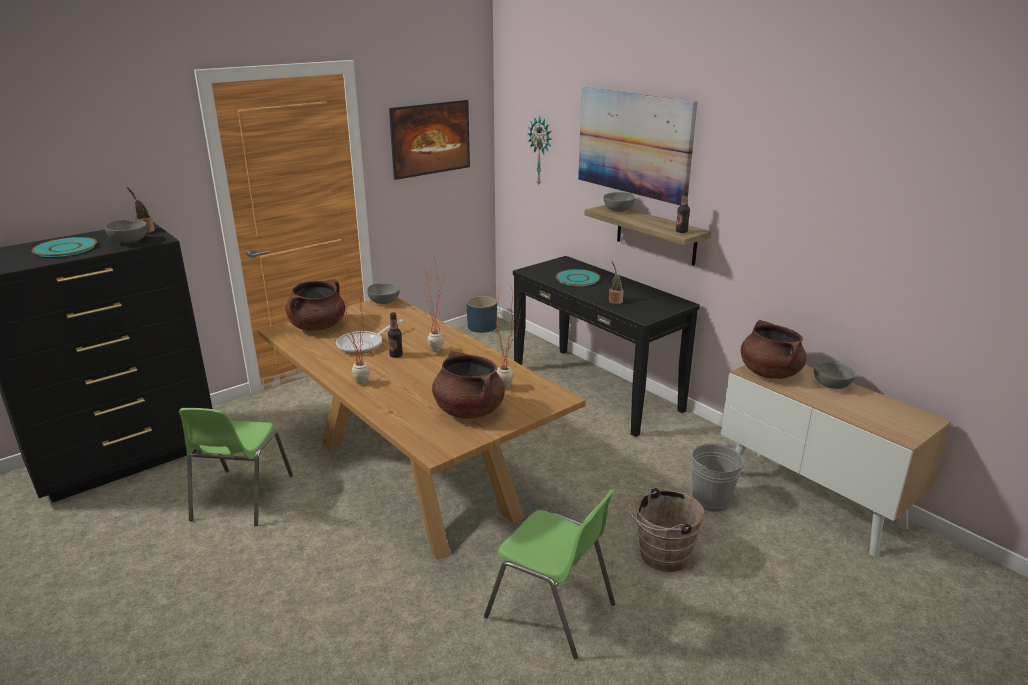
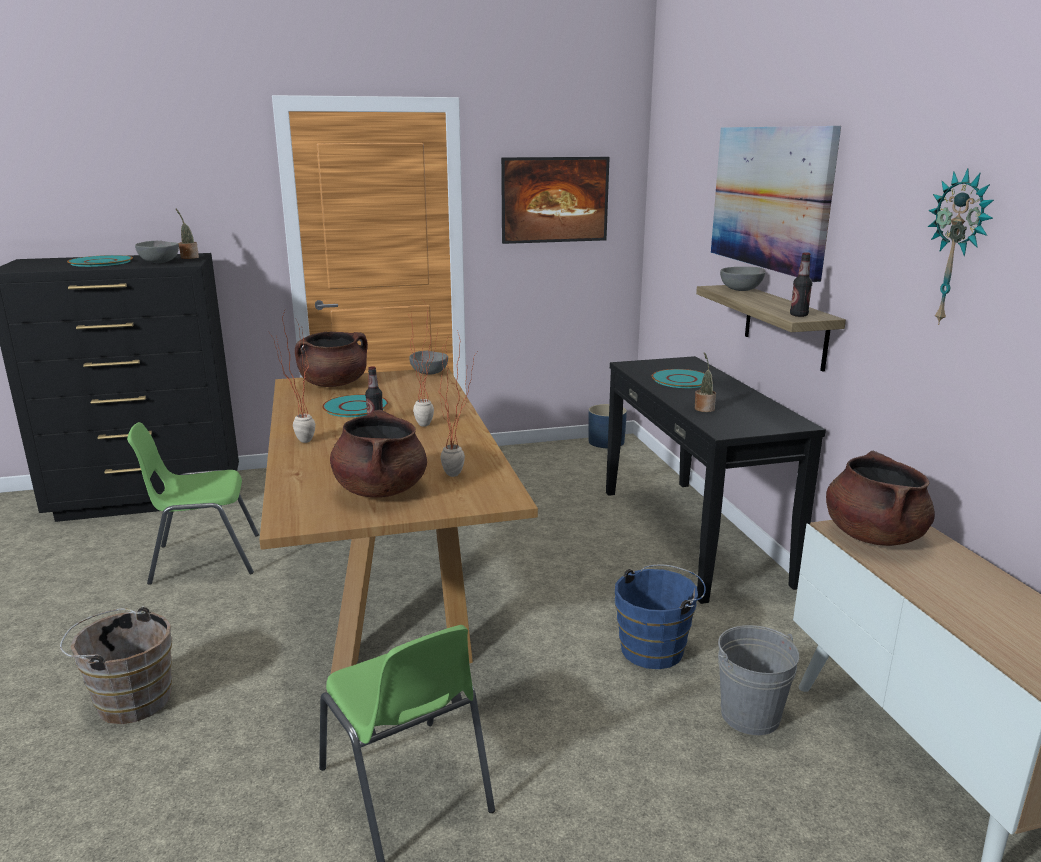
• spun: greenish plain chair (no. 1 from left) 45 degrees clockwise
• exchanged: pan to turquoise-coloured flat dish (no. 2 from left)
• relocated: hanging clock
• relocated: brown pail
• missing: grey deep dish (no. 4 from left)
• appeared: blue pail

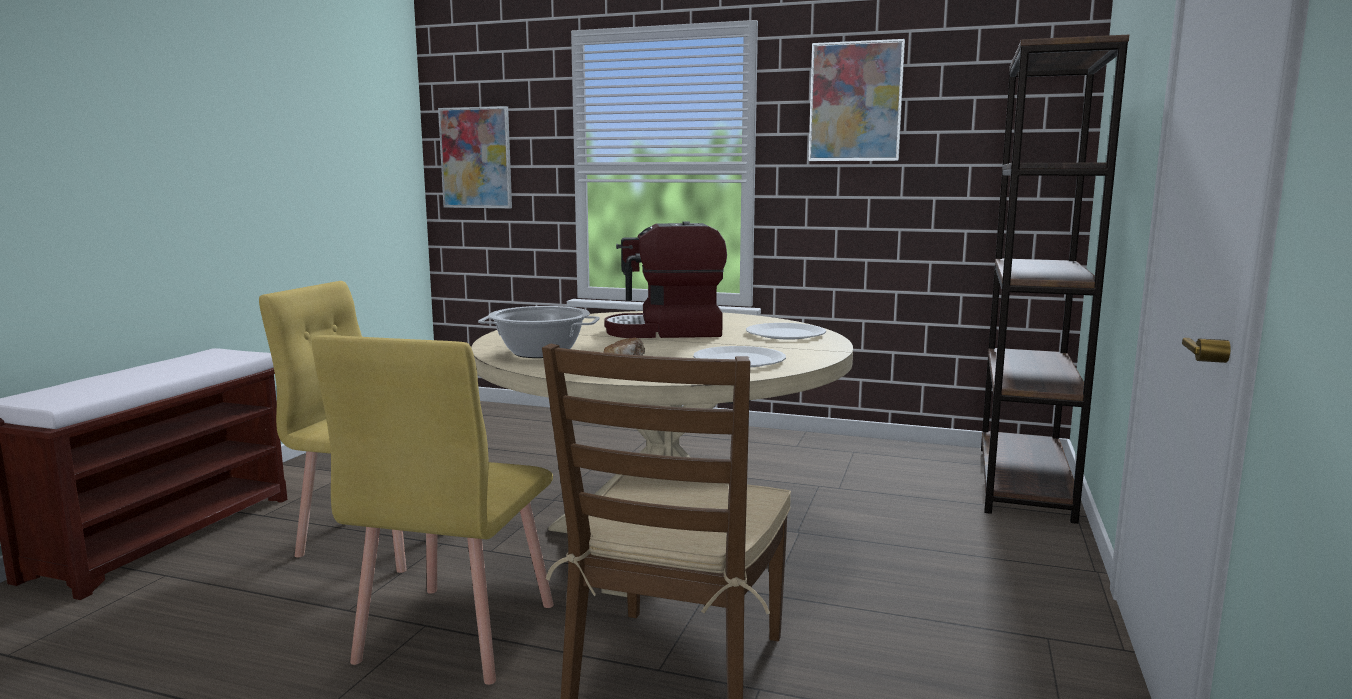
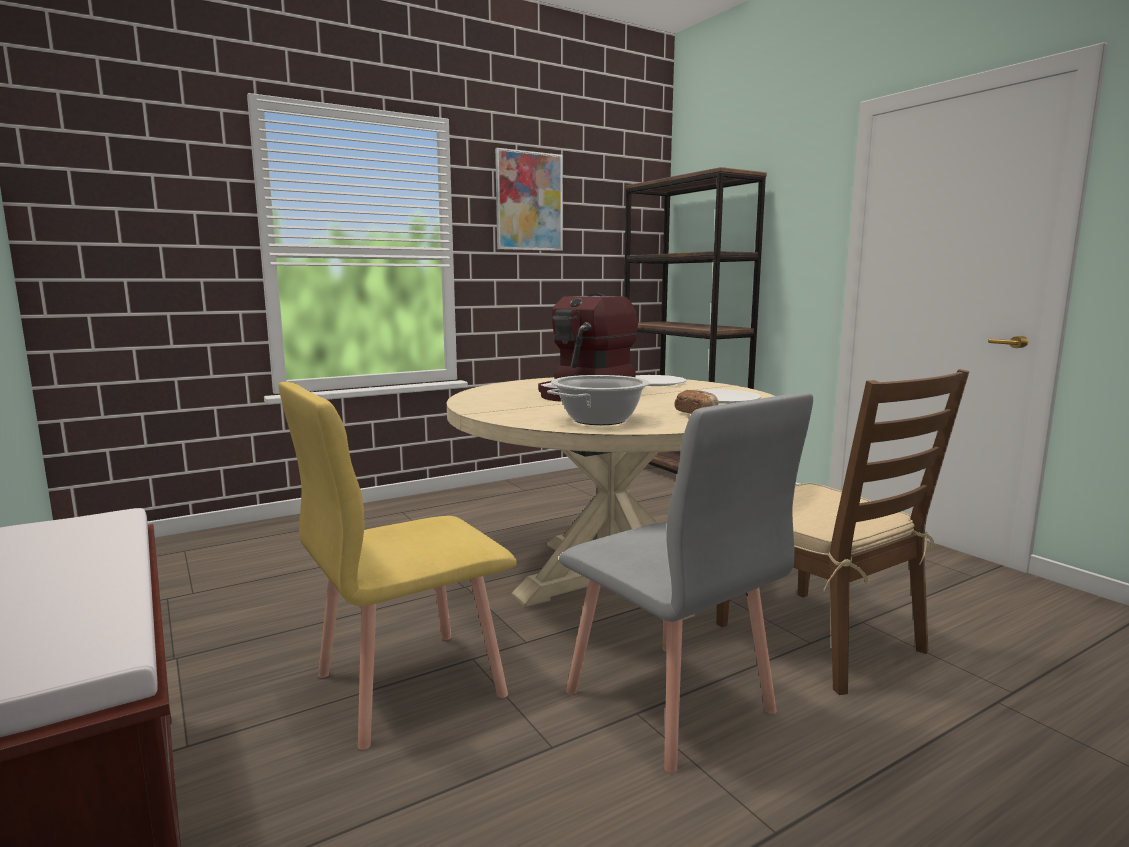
• colour: yellow-coloured plain chair (no. 2 from left) to grey plain chair
• missing: picture (no. 1 from left)

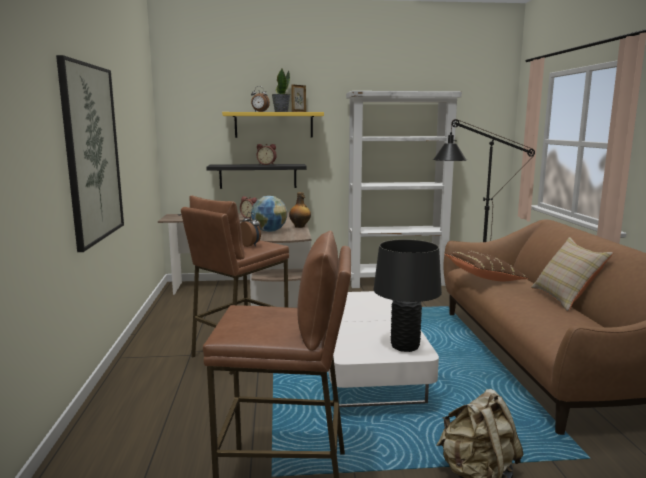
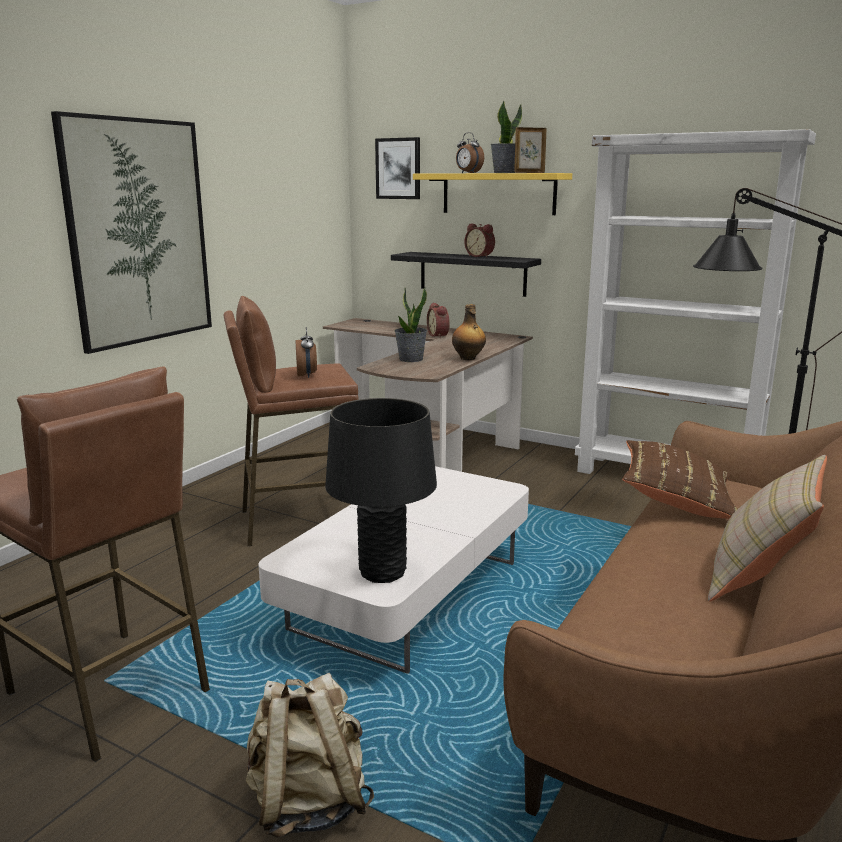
• exchanged: globe to potted plant (no. 1 from left)
• appeared: picture (no. 2 from left)

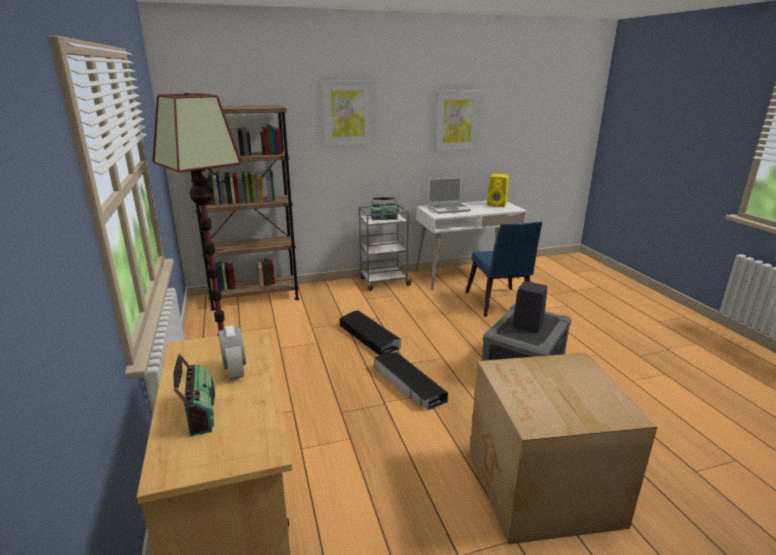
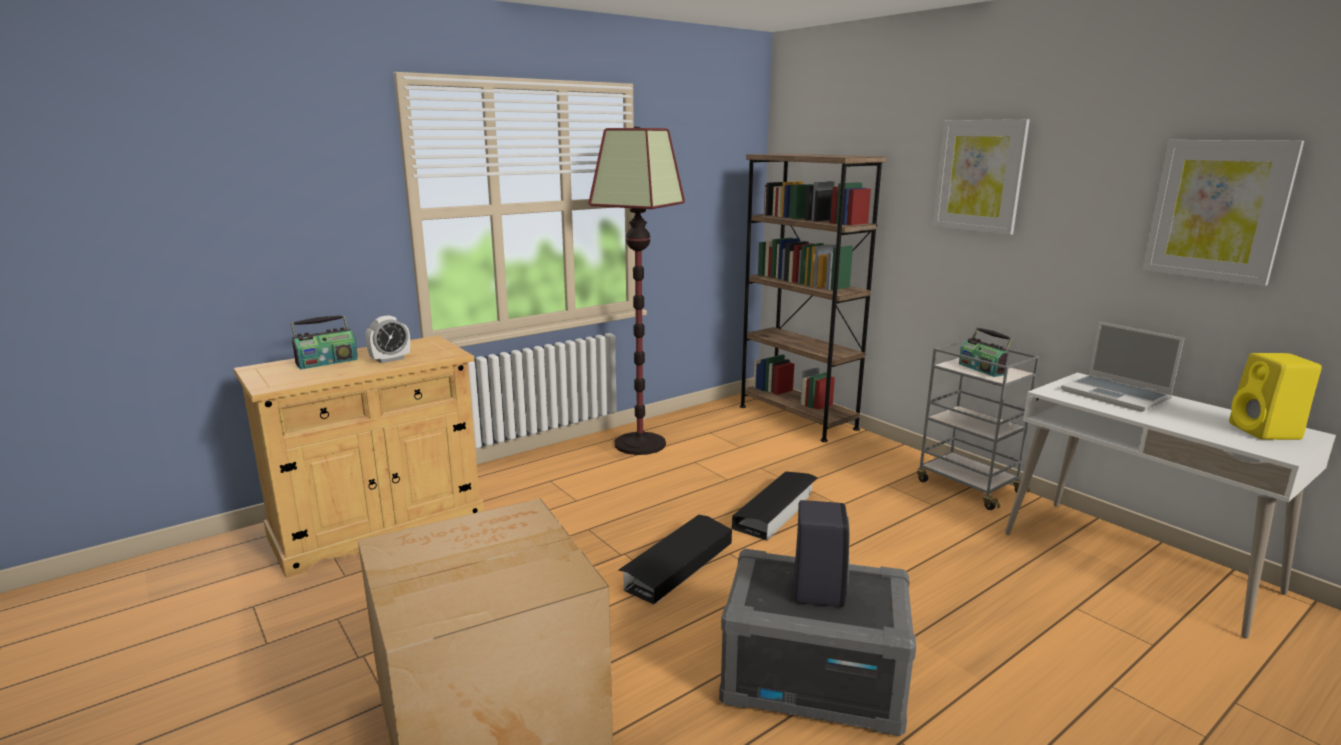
• missing: blue plain chair

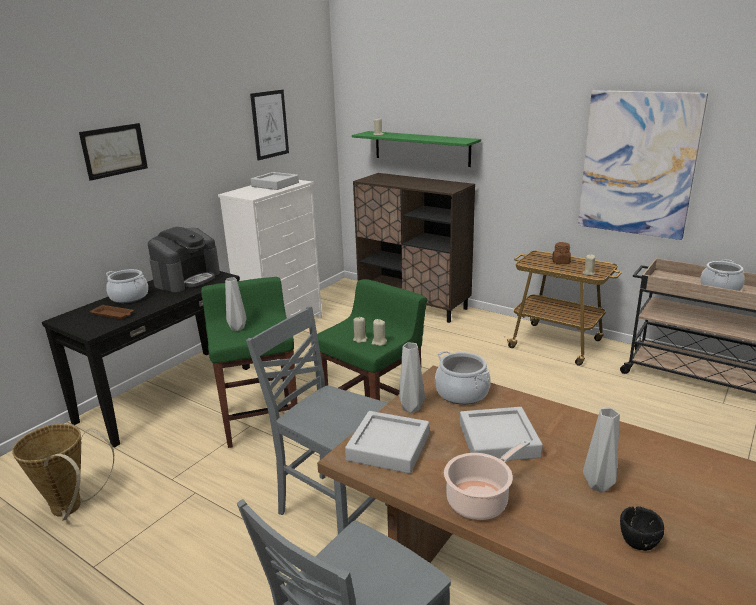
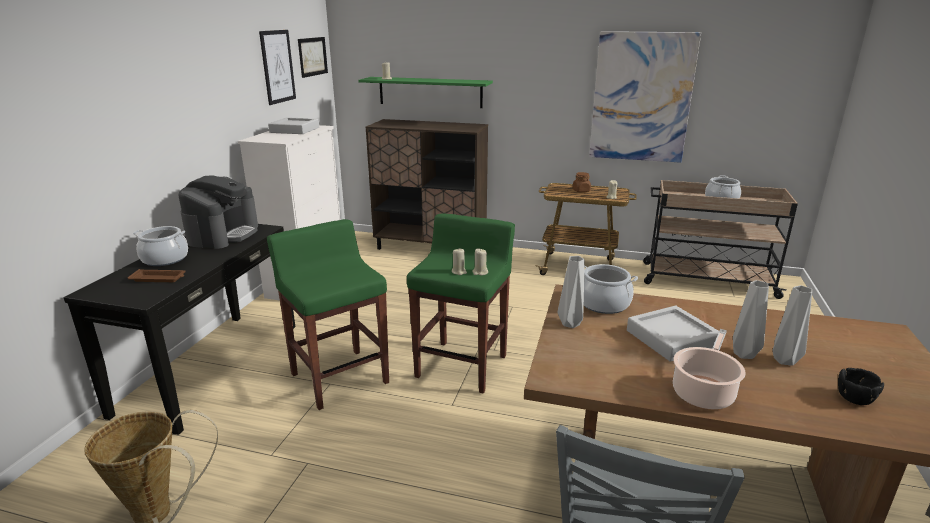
• relocated: picture (no. 1 from left in the first image) to picture (no. 2 from left)
• relocated: grey flower vase (no. 1 from left in the first image) to grey flower vase (no. 2 from left)
• missing: grey plain chair (no. 1 from left)
• missing: grey serving tray (no. 2 from left)

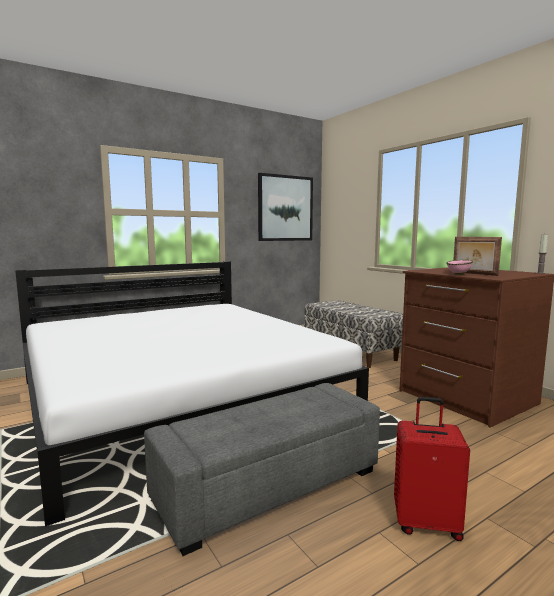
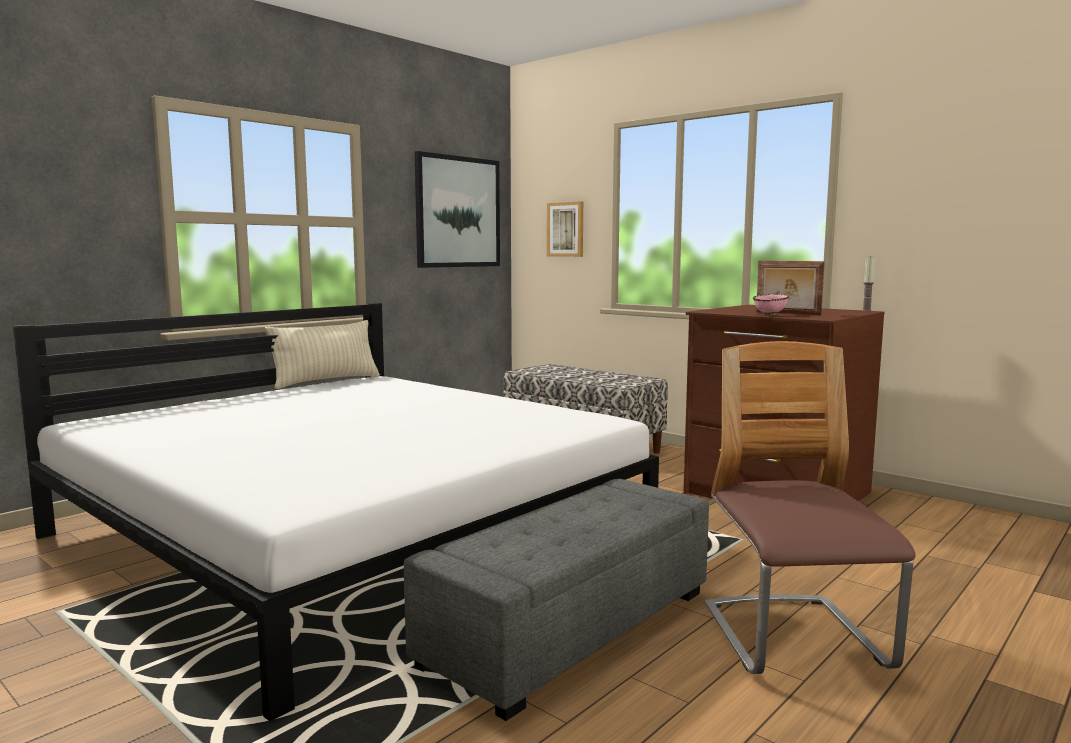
• exchanged: red-coloured suitcase to plain chair
• appeared: beige-coloured throw pillow
• appeared: picture (no. 2 from left)

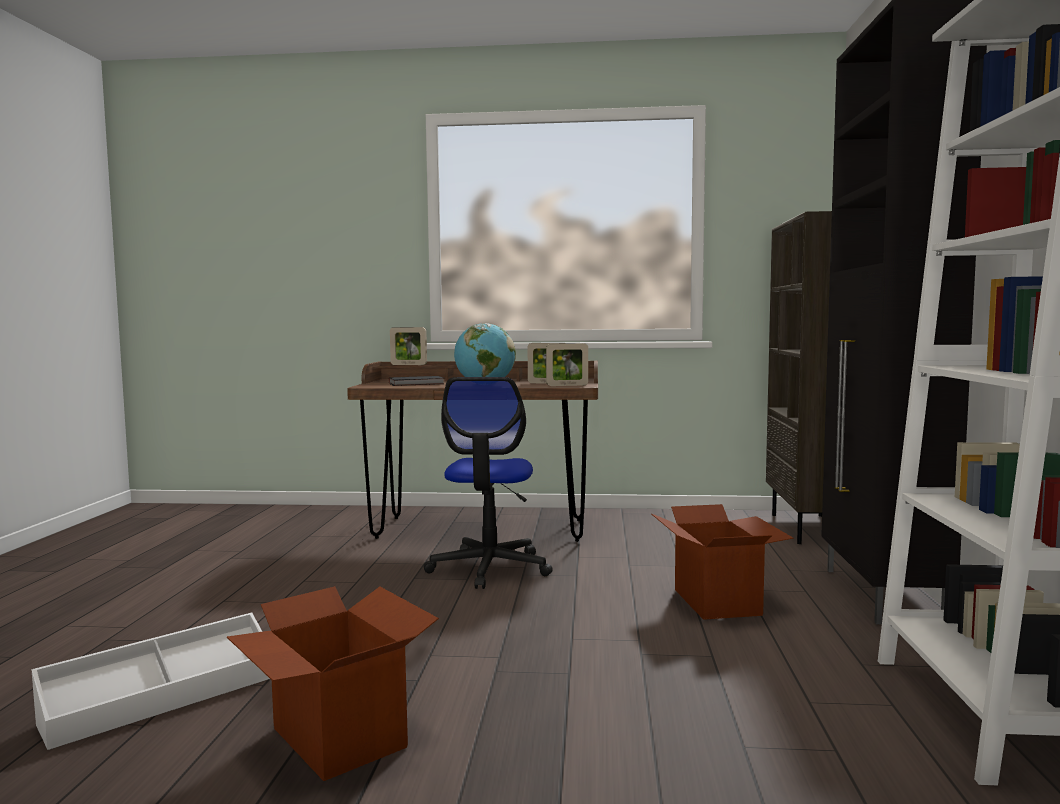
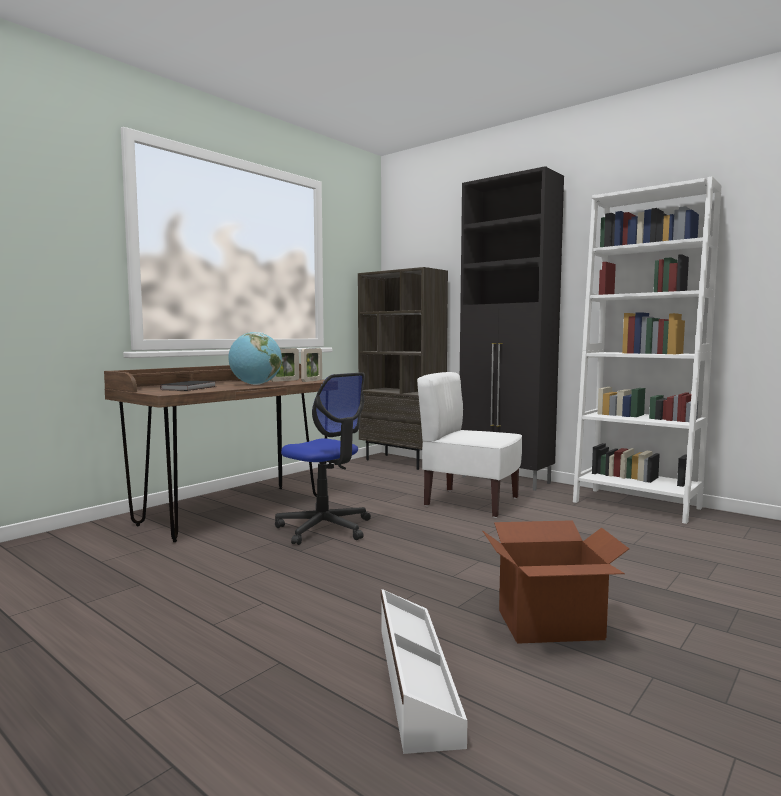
• missing: photo frame (no. 1 from left)
• exchanged: cardboard box (no. 2 from left) to whitish plain chair

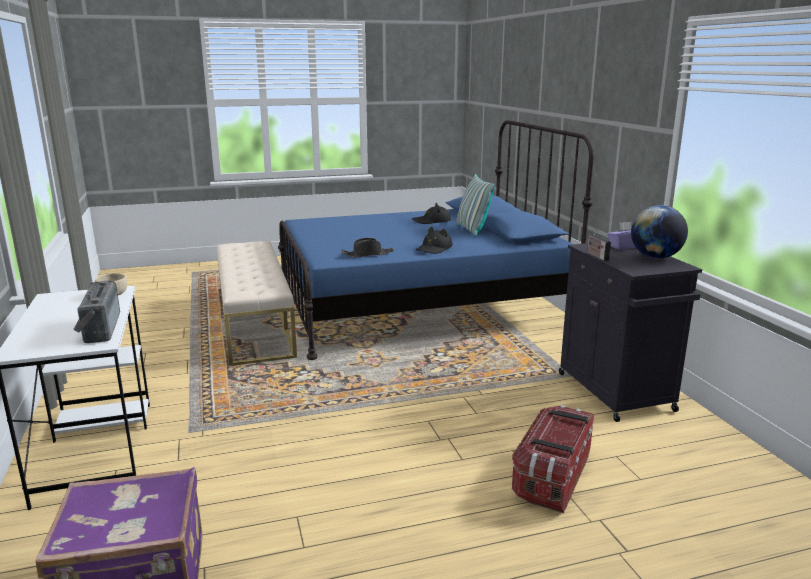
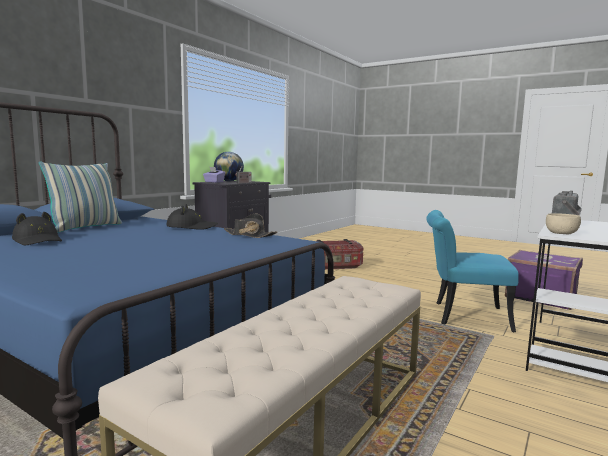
• appeared: turquoise-coloured plain chair

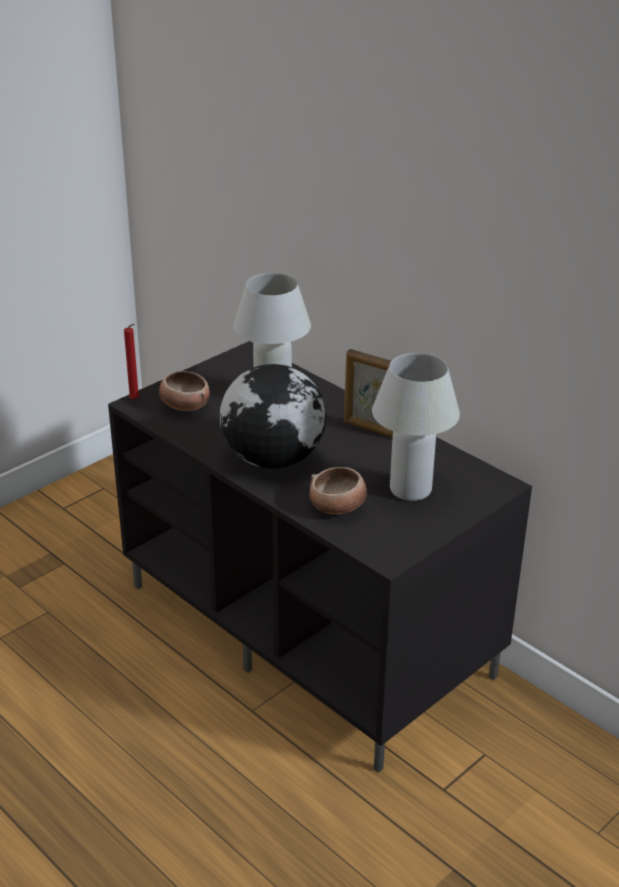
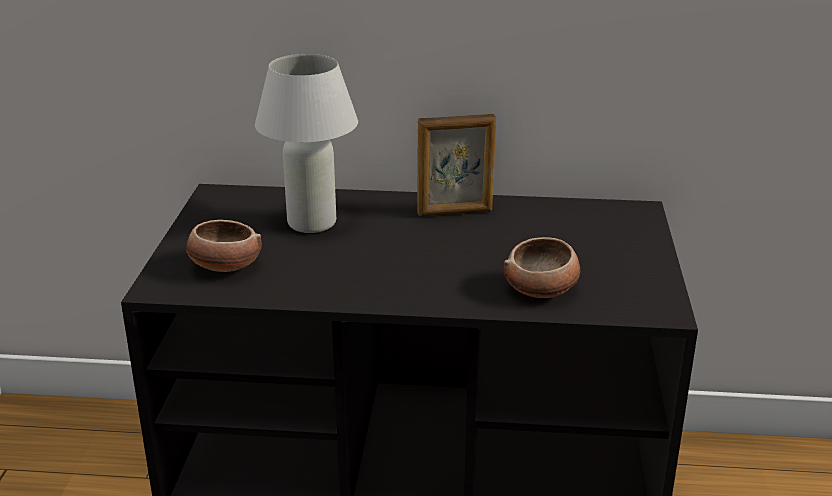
• missing: red-coloured candle
• missing: globe
• missing: whitish table lamp (no. 2 from left)

